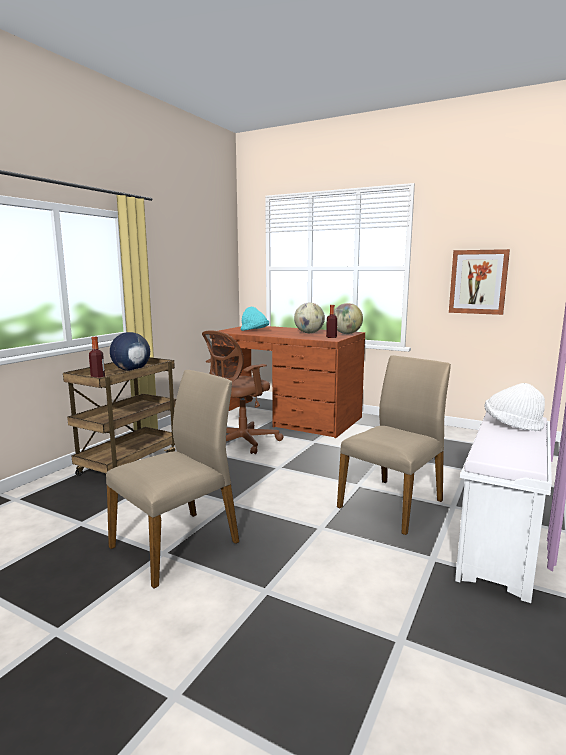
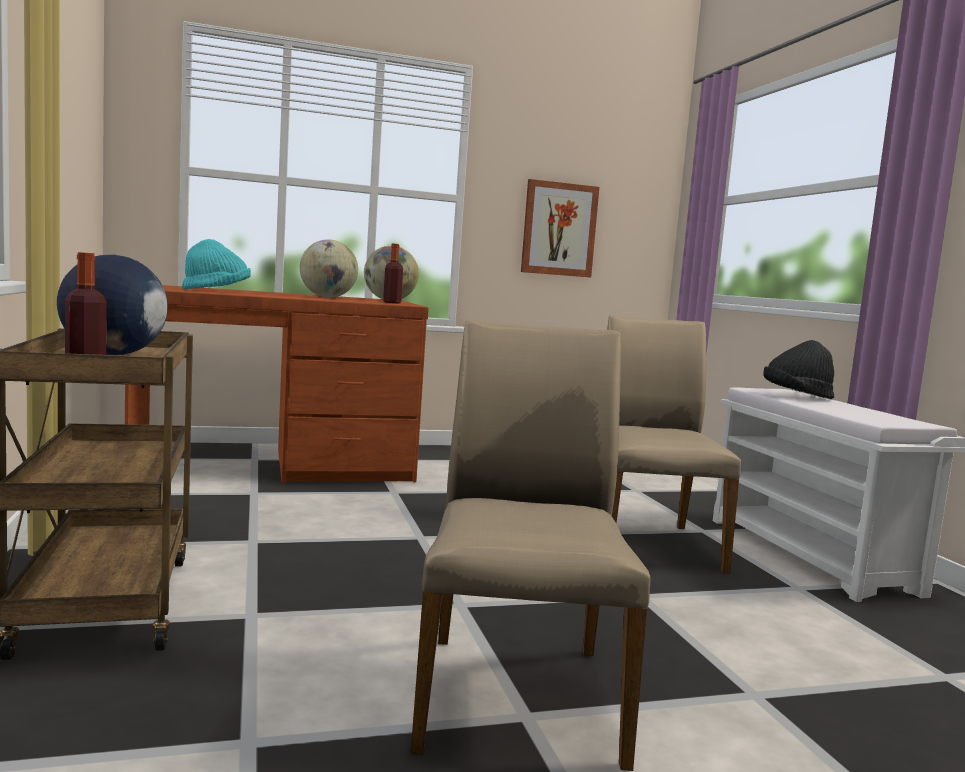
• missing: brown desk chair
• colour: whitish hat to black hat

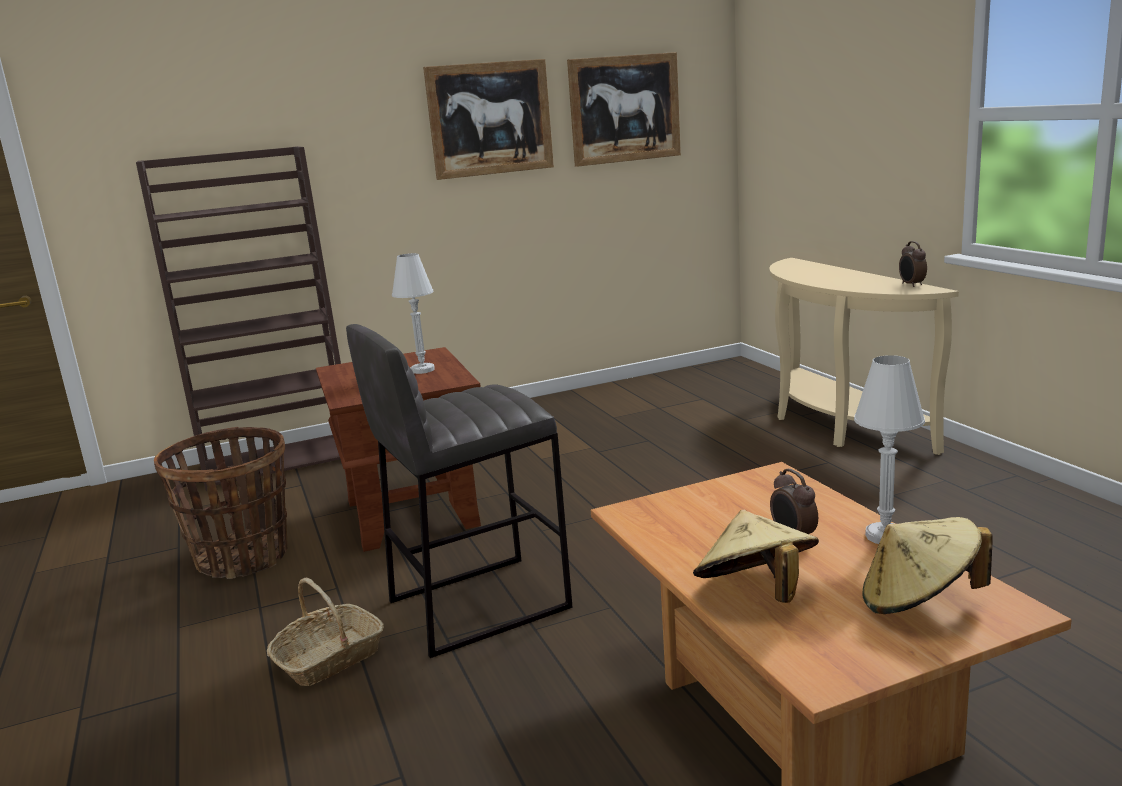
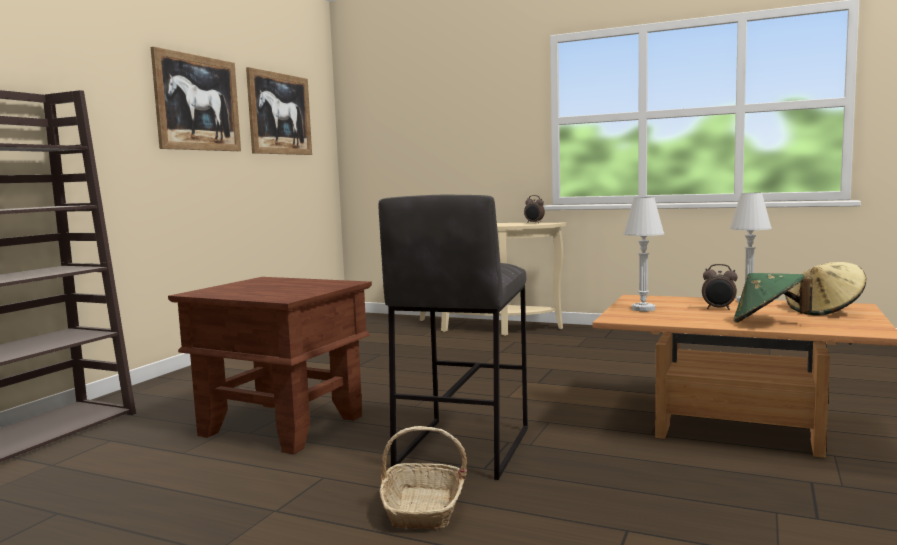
• missing: storage basket (no. 1 from left)
• relocated: whitish table lamp (no. 1 from left)
• colour: beige-coloured hat (no. 1 from left) to greenish hat

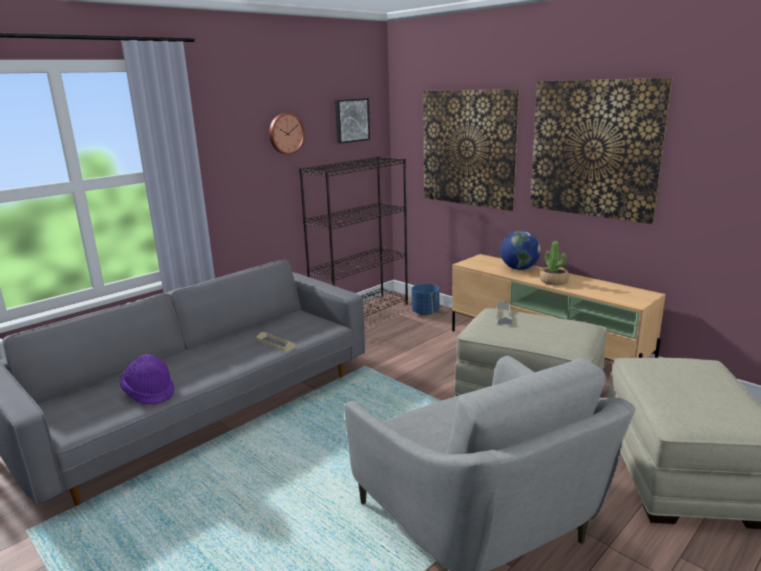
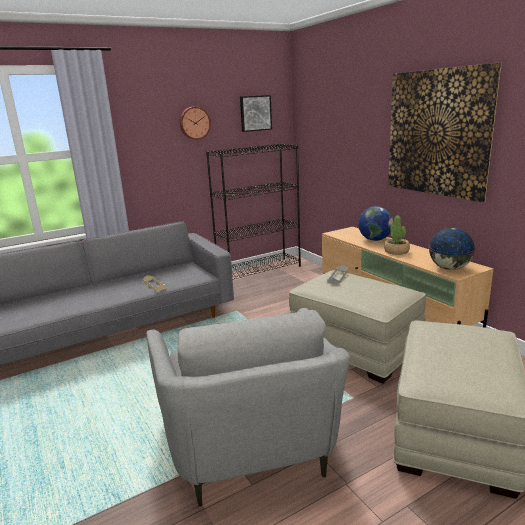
• missing: purplish hat
• missing: blue planter
• missing: picture (no. 2 from left)
• appeared: globe (no. 2 from left)

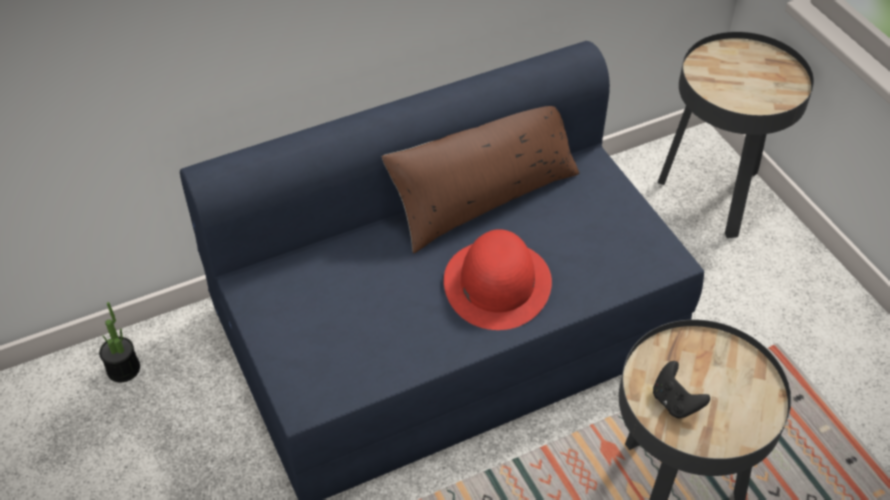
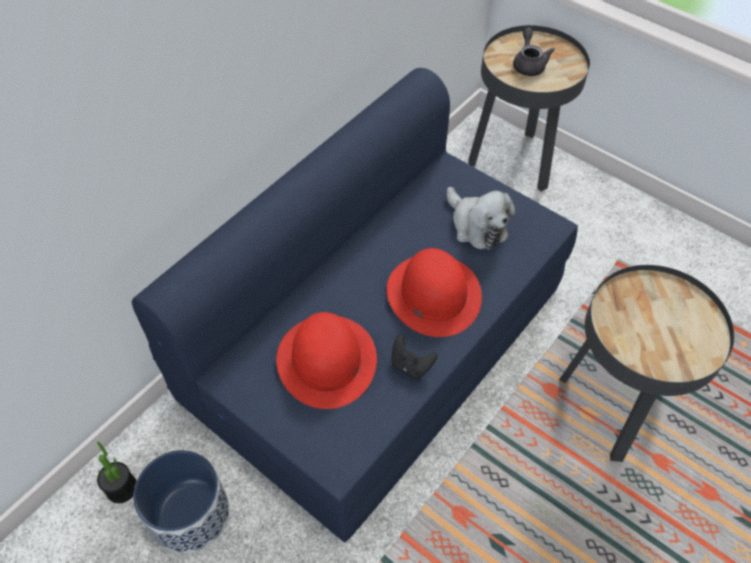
• missing: brown throw pillow
• relocated: black gamepad
• appeared: planter
• appeared: red-coloured hat (no. 1 from left)
• appeared: cuddly toy
• appeared: grey tea pot

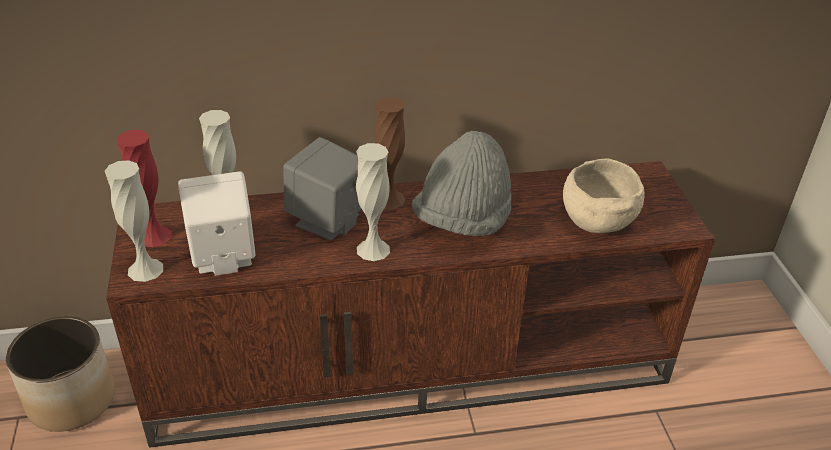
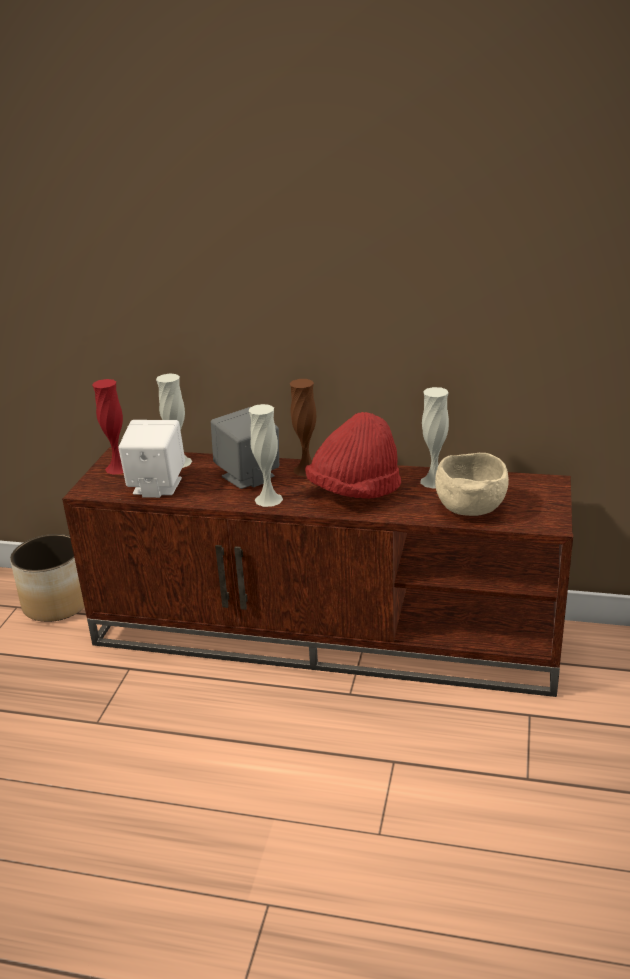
• relocated: whitish flower vase (no. 1 from left in the first image) to whitish flower vase (no. 3 from left)
• colour: grey hat to red-coloured hat

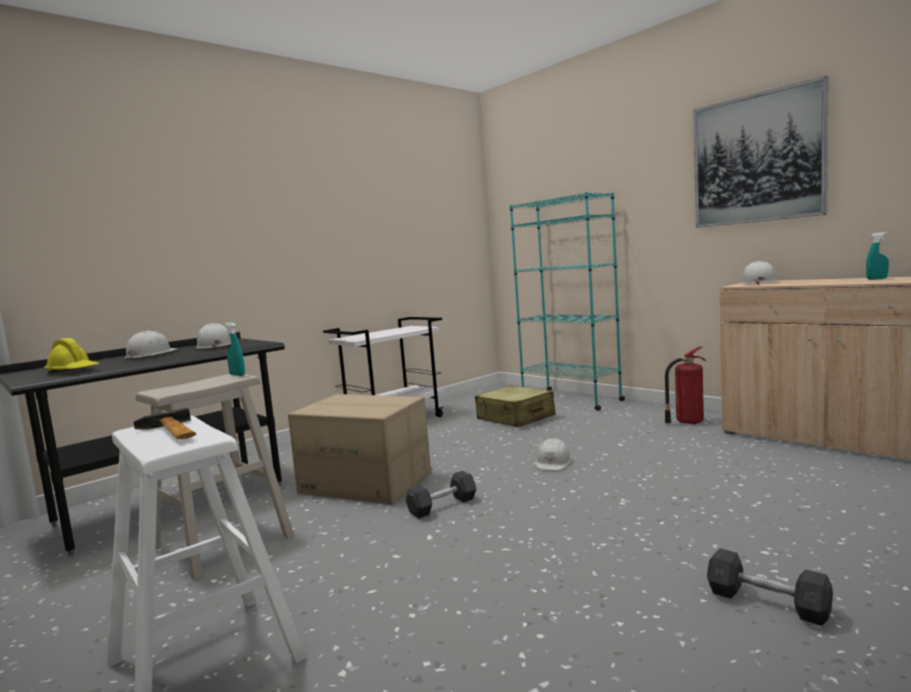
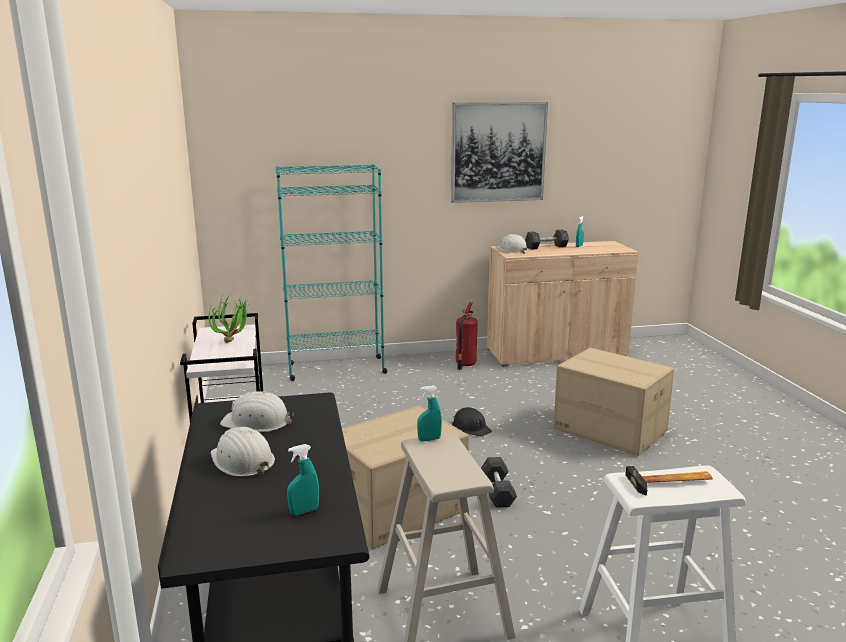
• exchanged: yellow-coloured hard hat to turquoise-coloured sprayer (no. 1 from left)
• missing: beige-coloured suitcase
• colour: whitish hard hat (no. 3 from left) to black hard hat
• relocated: grey dumbbell (no. 2 from left)
• appeared: potted plant
• appeared: cardboard box (no. 2 from left)

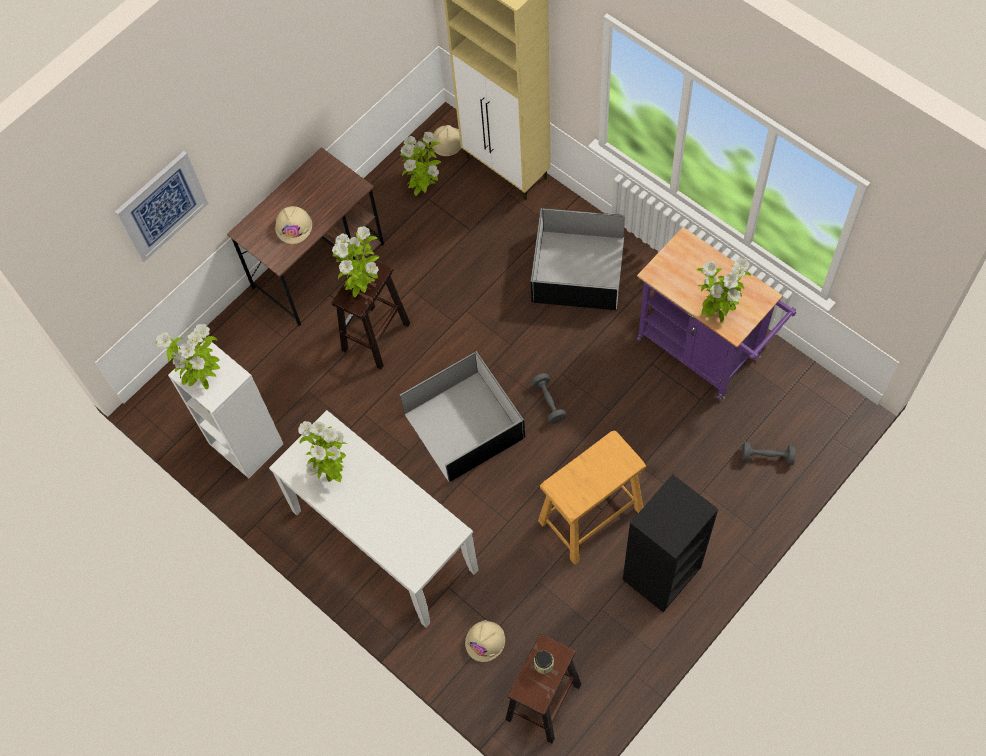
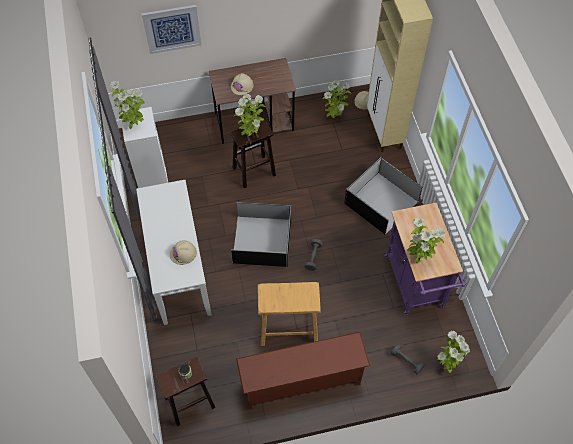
• relocated: potted plant (no. 2 from left in the first image) to potted plant (no. 5 from left)
• relocated: beige-coloured hard hat (no. 3 from left in the first image) to beige-coloured hard hat (no. 1 from left)
• exchanged: black bookcase to brown shoe rack

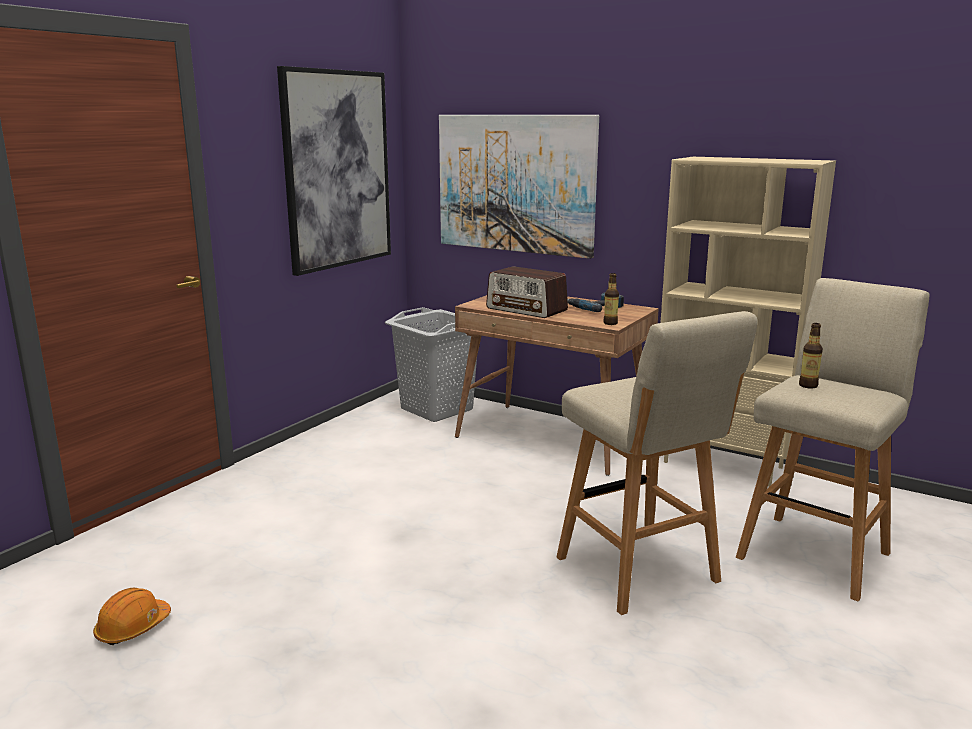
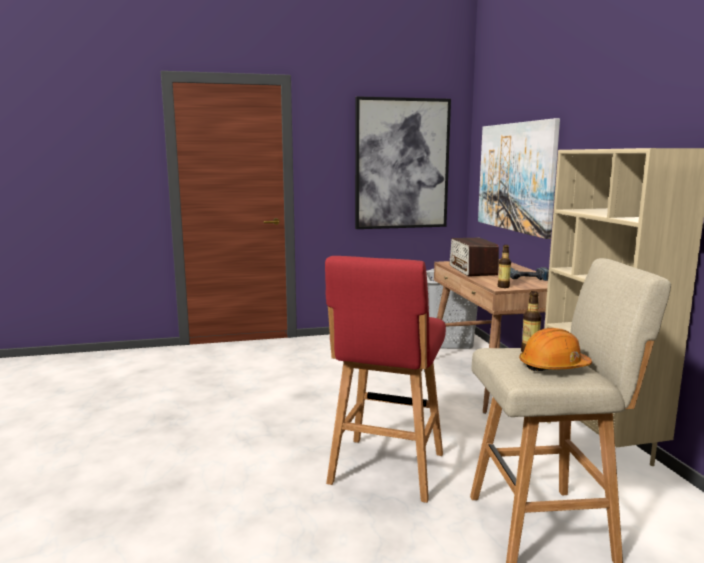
• relocated: orange hard hat
• colour: beige-coloured stool (no. 1 from left) to red-coloured stool

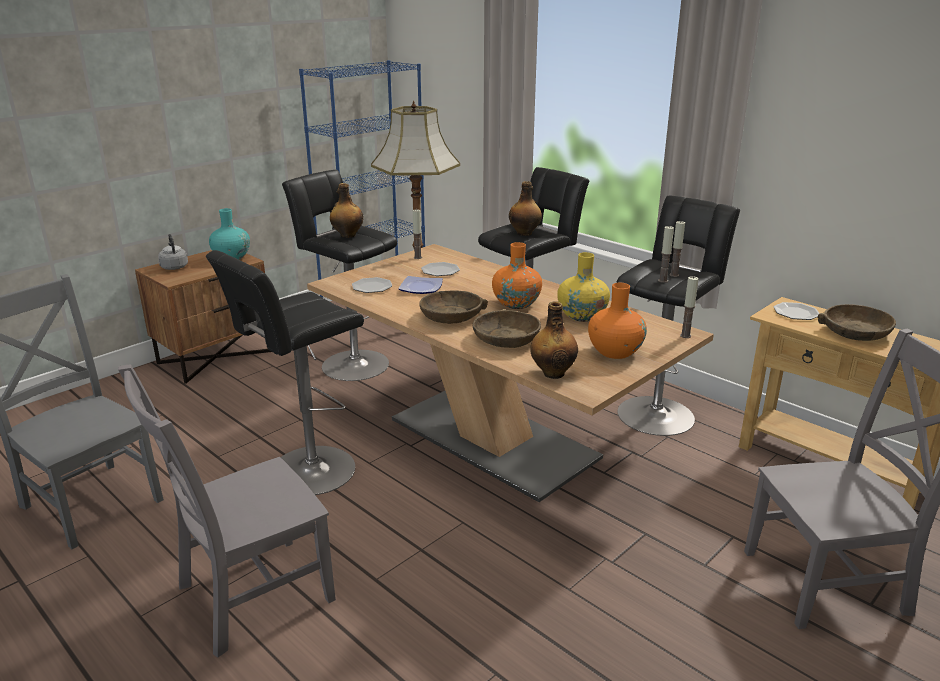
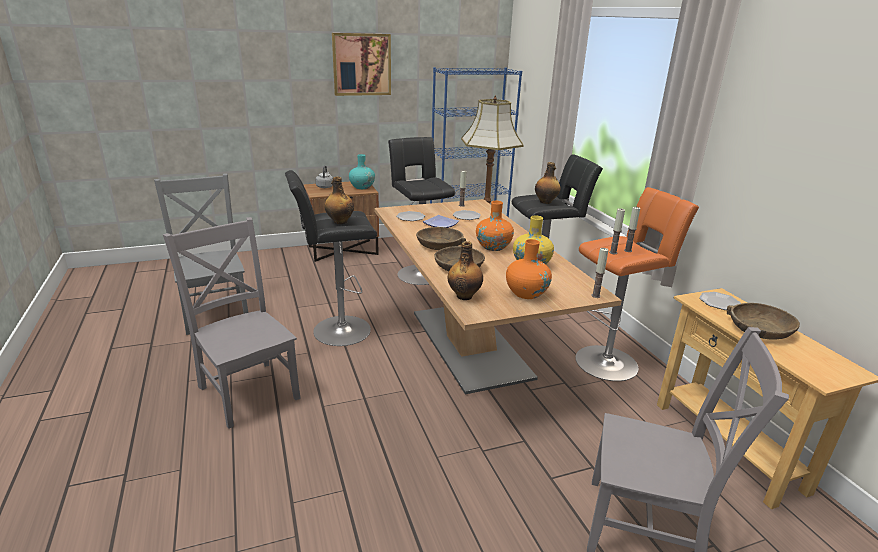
• spun: grey plain chair (no. 2 from left) 60 degrees clockwise
• relocated: drink bottle (no. 1 from left)
• colour: black stool (no. 4 from left) to orange stool
• appeared: picture

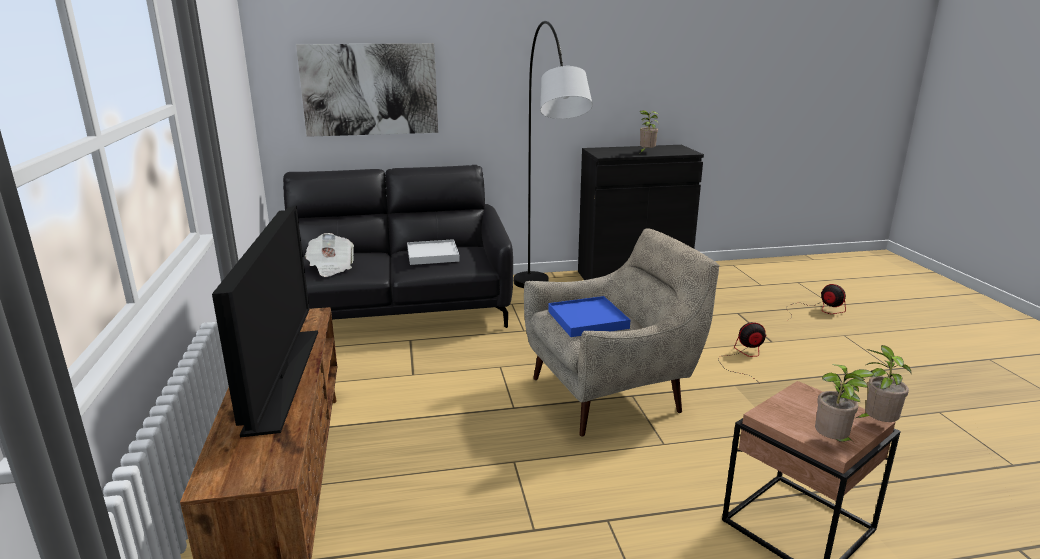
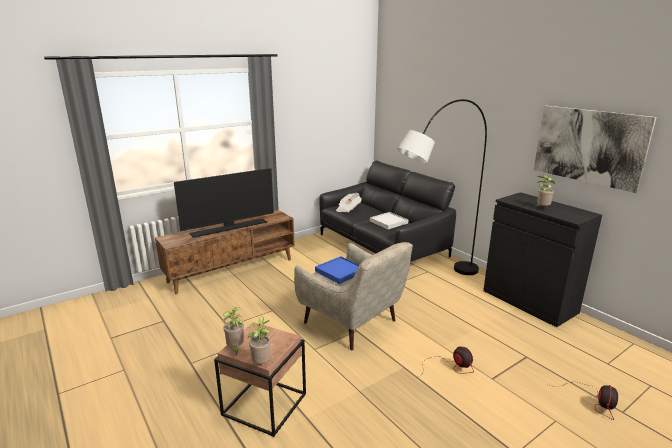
• relocated: picture

